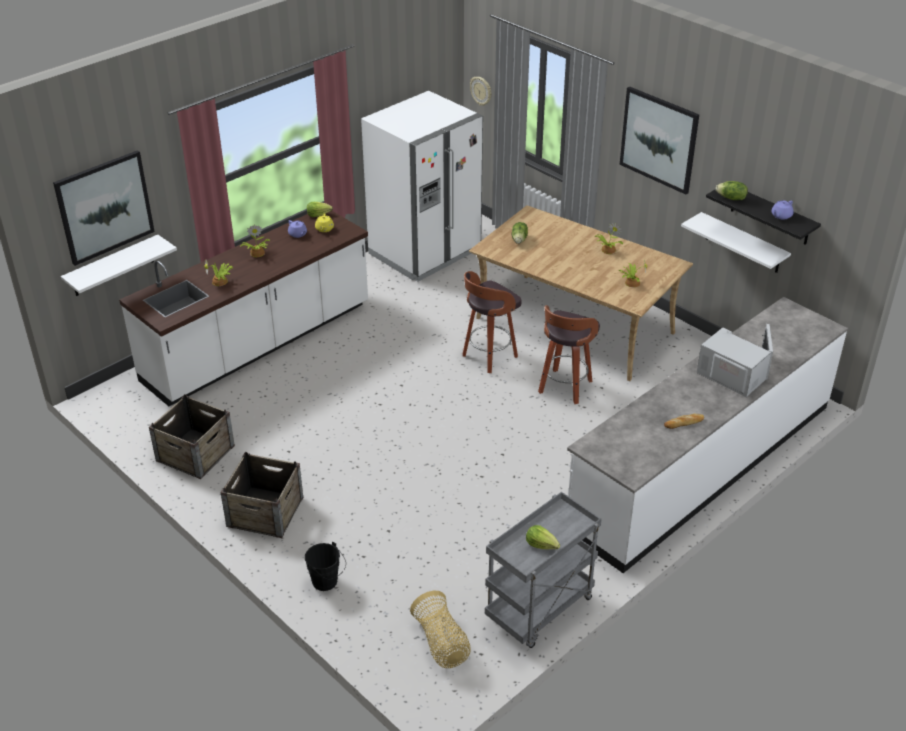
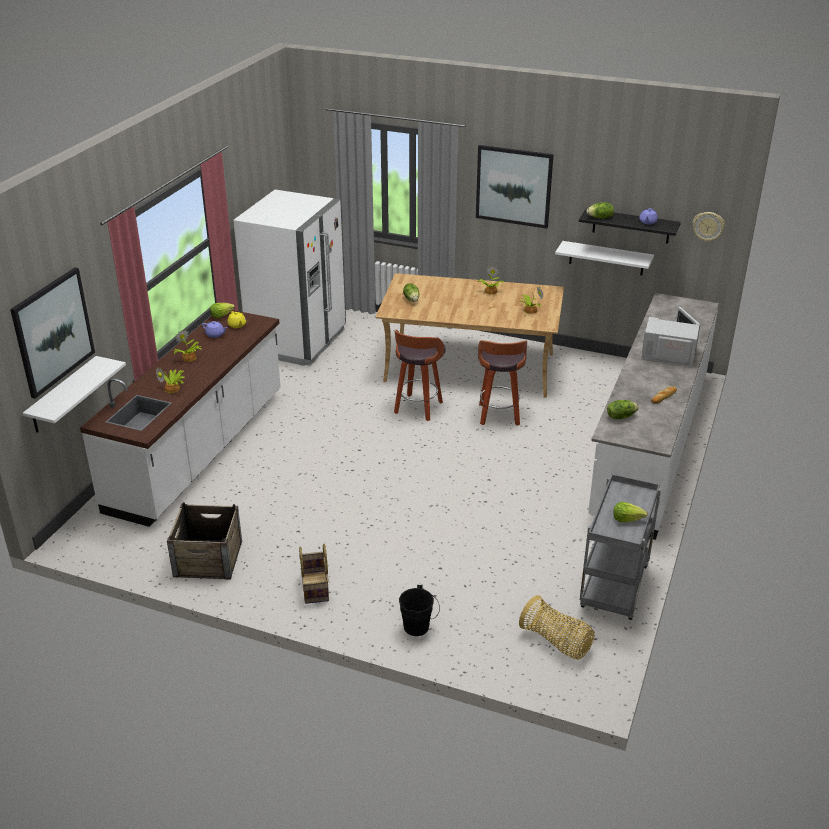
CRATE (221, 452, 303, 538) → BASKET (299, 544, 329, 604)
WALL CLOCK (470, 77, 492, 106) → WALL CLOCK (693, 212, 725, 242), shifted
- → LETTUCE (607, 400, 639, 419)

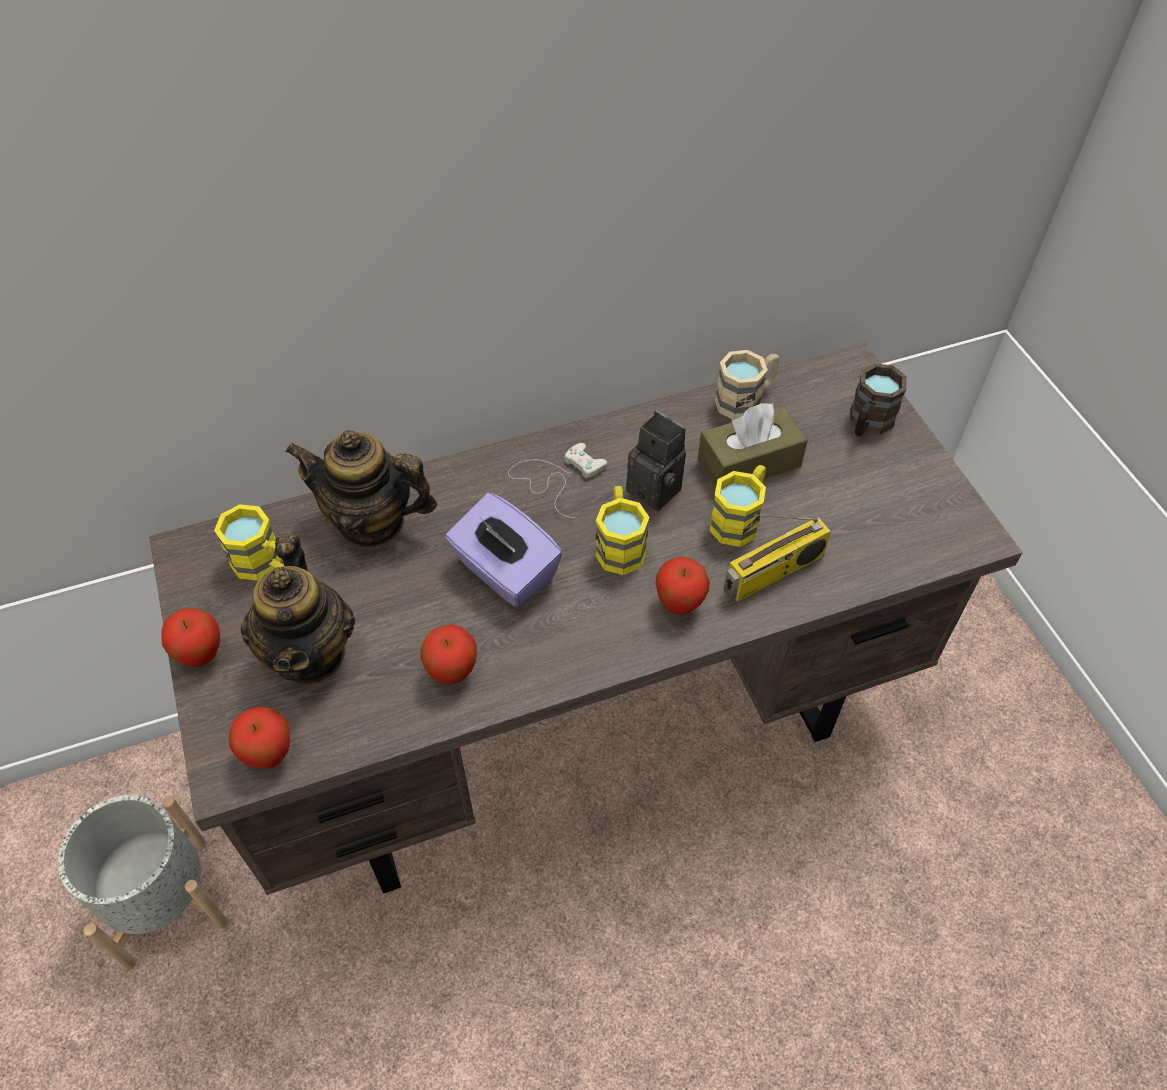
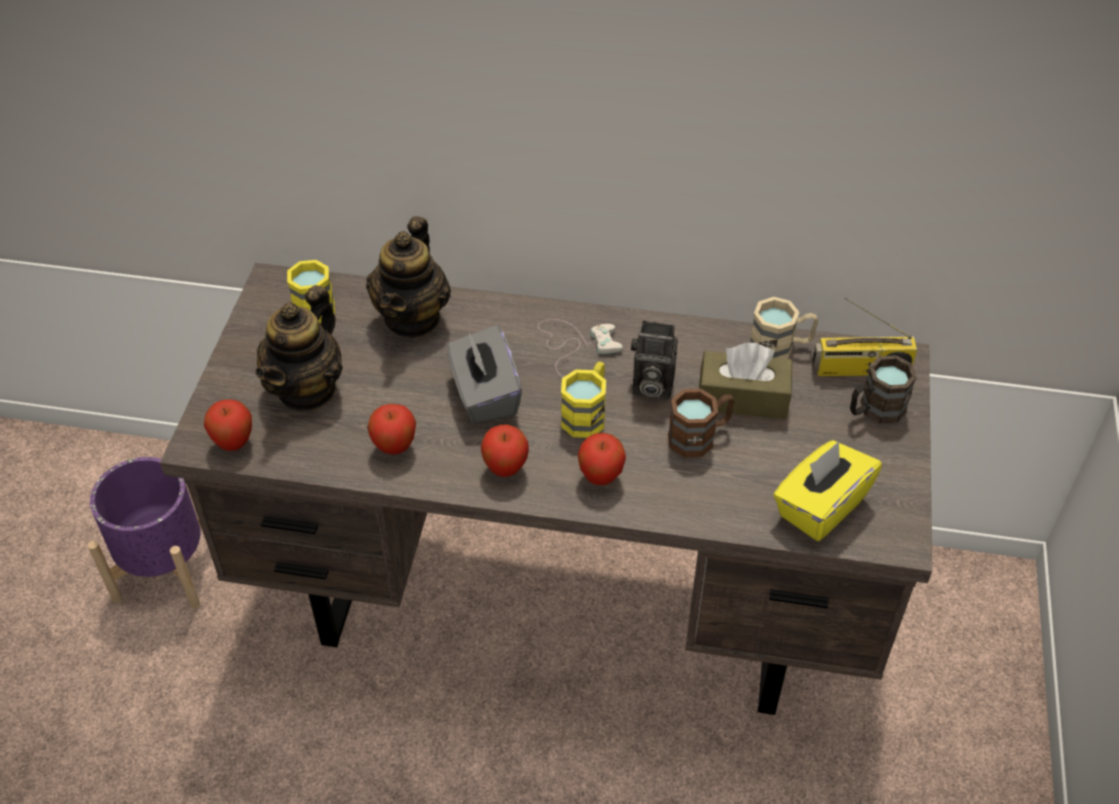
GREY PLANTER (58, 795, 228, 970) → PURPLE PLANTER (88, 457, 201, 609)
APPLE (161, 608, 220, 667) → APPLE (481, 424, 529, 477), shifted
TEAPOT (286, 430, 437, 548) → TEAPOT (366, 216, 451, 338), 120 degrees counterclockwise
PURPLE TISSUE BOX (446, 493, 563, 607) → GREY TISSUE BOX (447, 325, 522, 423)
PHOTO CAMERA (626, 410, 686, 511) → PHOTO CAMERA (631, 321, 678, 400), 120 degrees clockwise
YELLOW MUG (709, 465, 766, 547) → BROWN MUG (668, 389, 734, 458)
RADIO (724, 514, 831, 602) → RADIO (811, 298, 917, 376), shifted
- → YELLOW TISSUE BOX (773, 440, 882, 541)

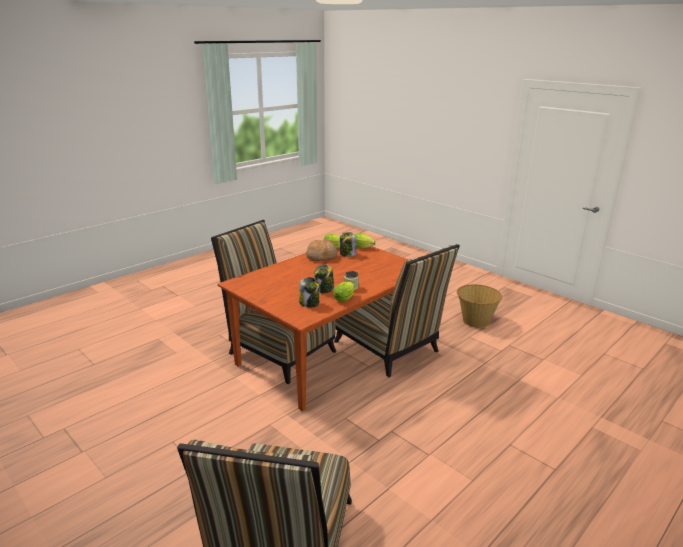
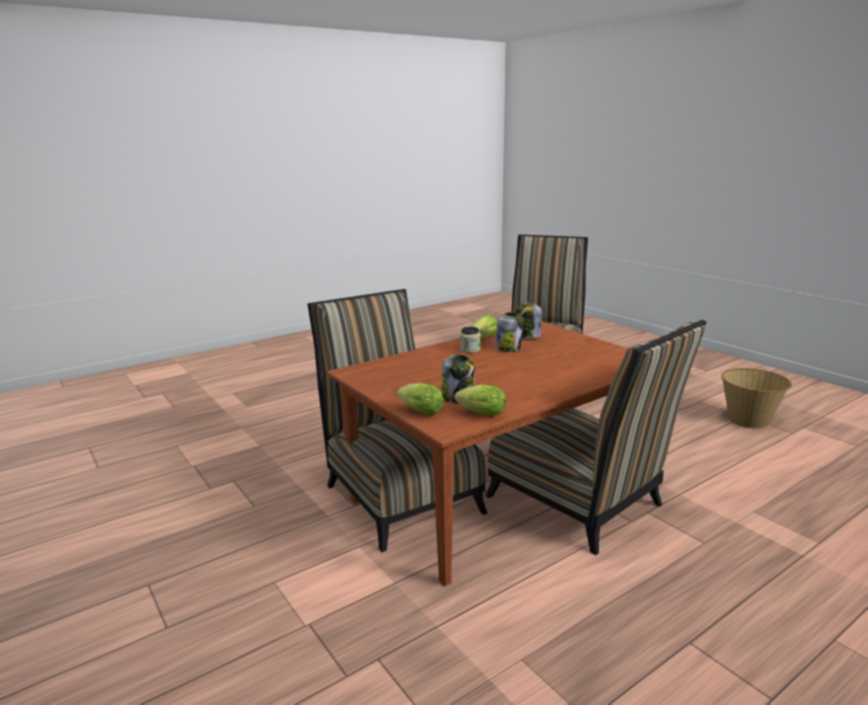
BREAD (306, 239, 337, 261) → -
BASKET (457, 284, 502, 328) → BASKET (721, 368, 792, 429), shifted

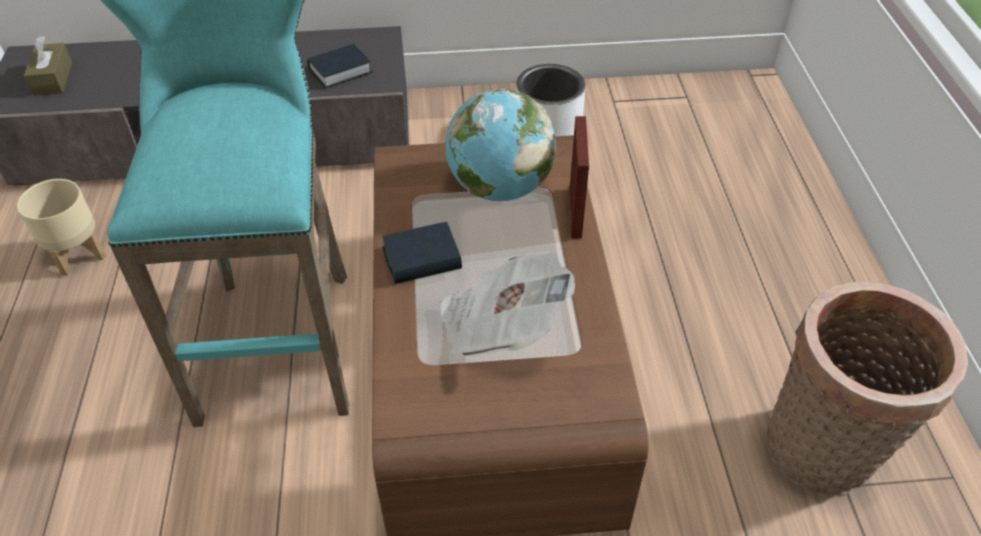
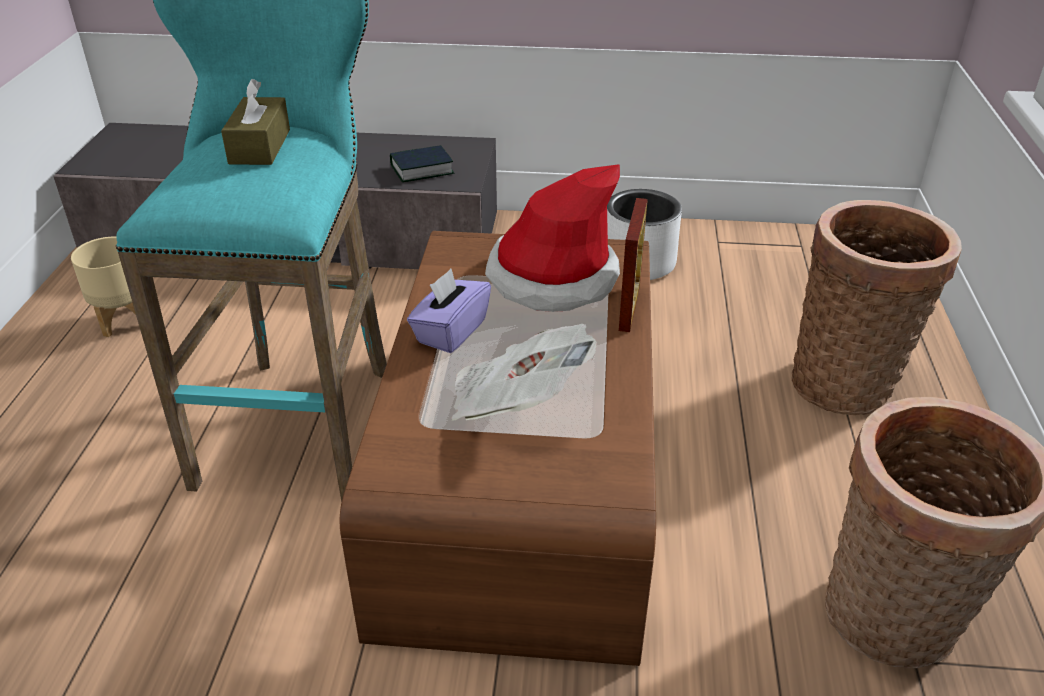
BROWN TISSUE BOX (24, 36, 72, 96) → BROWN TISSUE BOX (221, 79, 290, 165), shifted
BOOK (382, 222, 462, 284) → PURPLE TISSUE BOX (407, 269, 491, 353)
GLOBE (445, 89, 556, 201) → HAT (485, 164, 620, 312)
- → BASKET (792, 200, 962, 415)

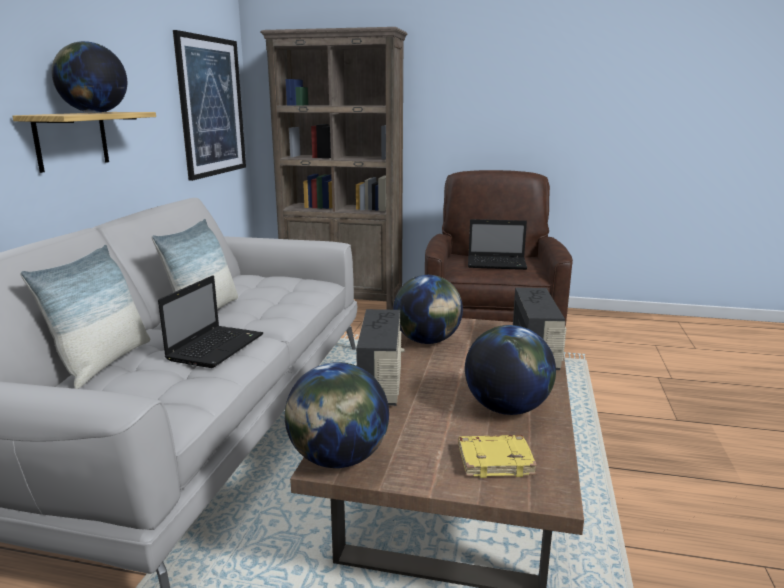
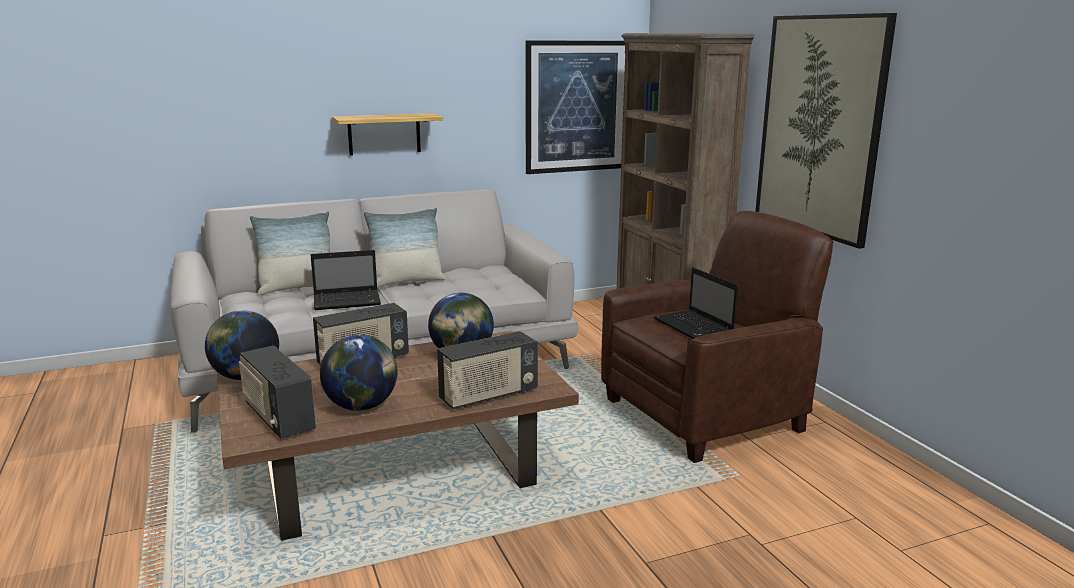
GLOBE (52, 41, 127, 113) → -
YELLOW BOOK (458, 435, 537, 478) → RADIO (239, 345, 316, 439)
- → PICTURE (755, 13, 897, 249)

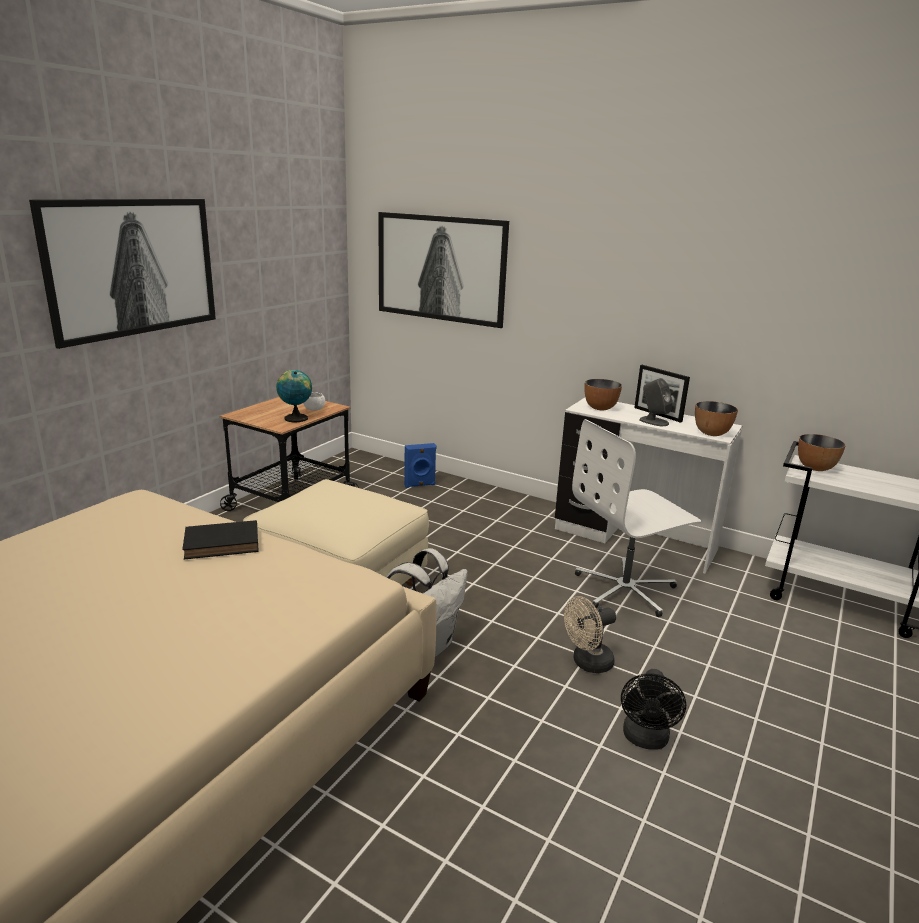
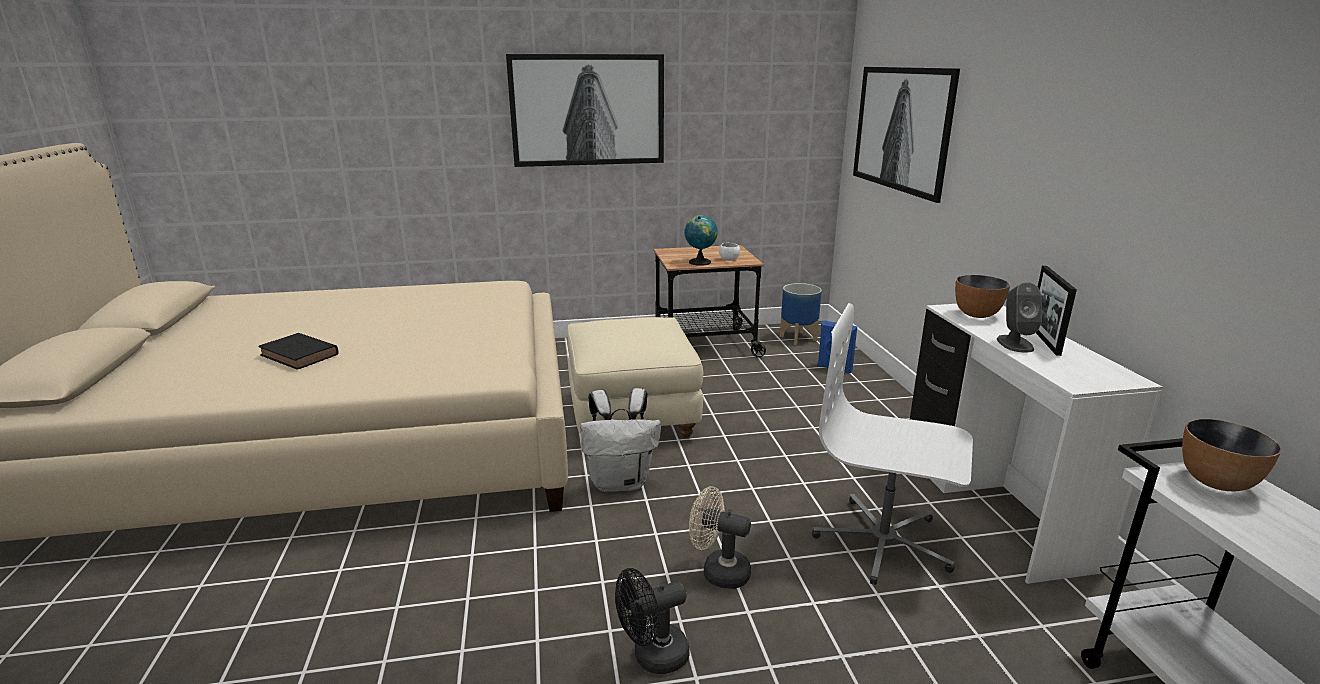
BLACK BOOK (183, 520, 259, 560) → BLACK BOOK (258, 333, 339, 370), shifted
BOWL (695, 401, 738, 436) → -
- → PLANTER (780, 283, 822, 345)

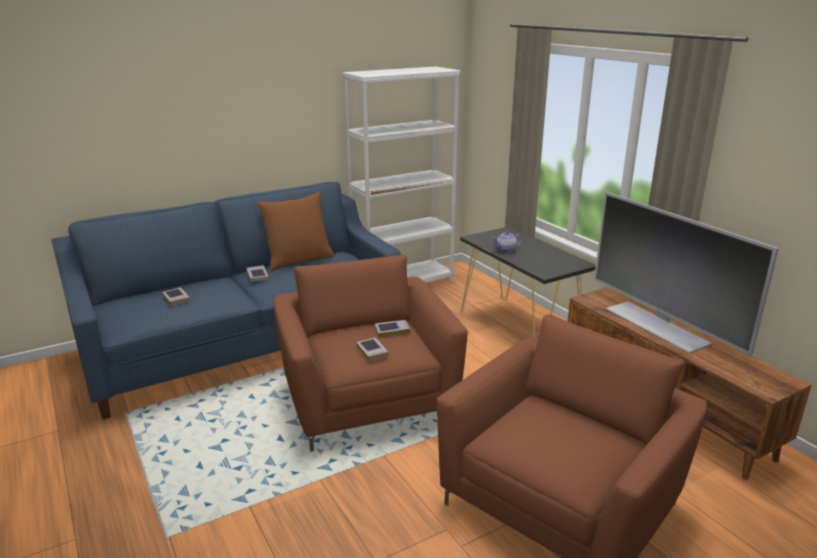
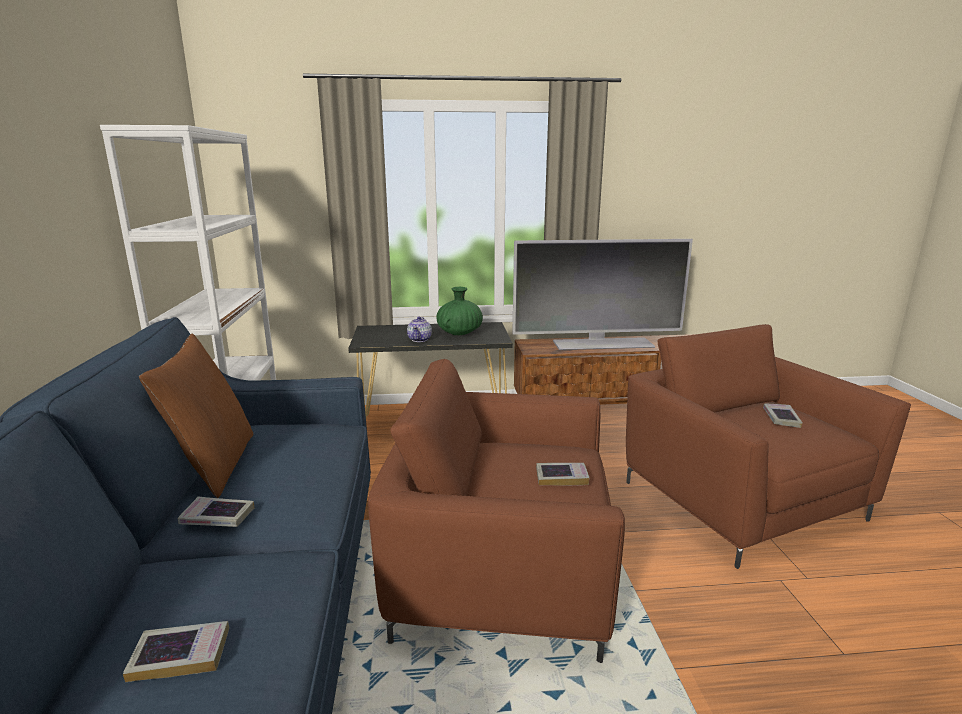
BOOK (375, 320, 410, 337) → BOOK (763, 403, 802, 428), shifted
- → GREEN VASE (436, 287, 483, 335)

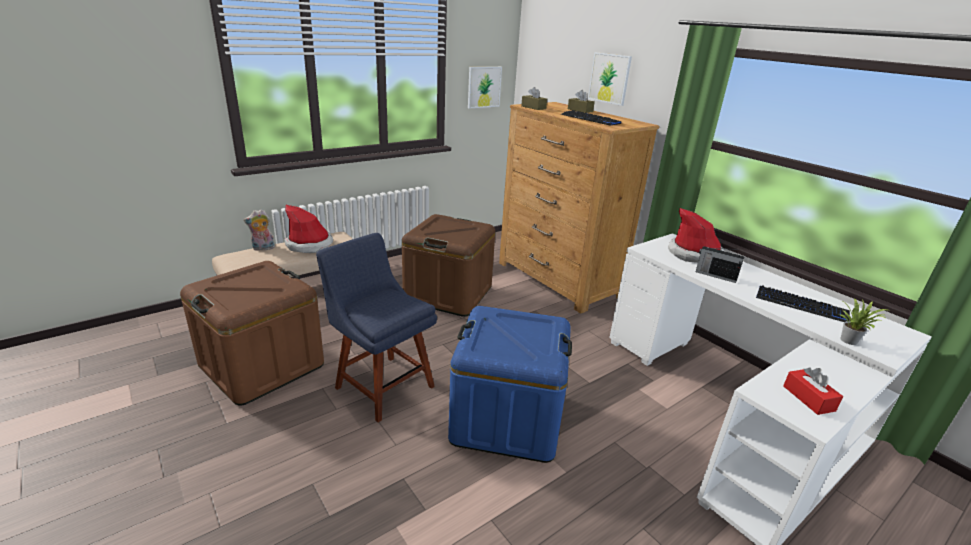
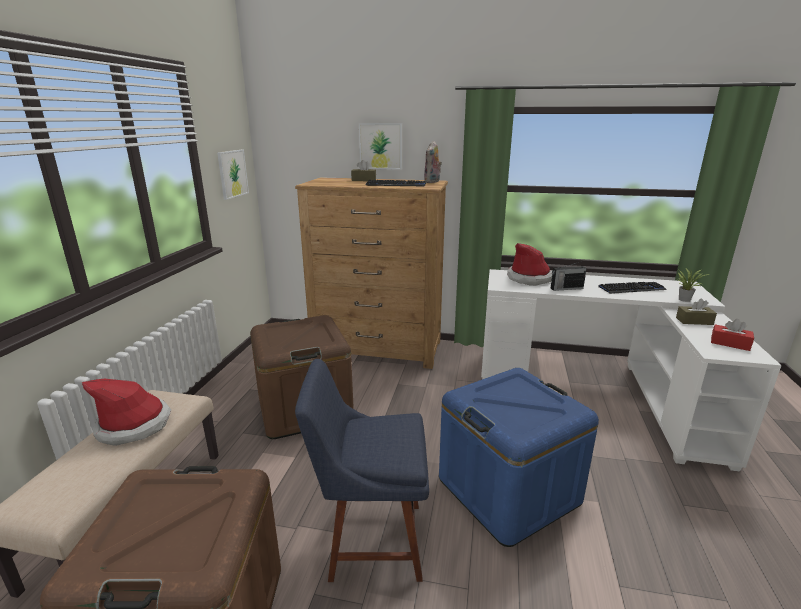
PLUSH TOY (244, 209, 275, 251) → PLUSH TOY (424, 141, 442, 183), shifted
BROWN TISSUE BOX (521, 87, 547, 110) → BROWN TISSUE BOX (676, 299, 717, 325), shifted

